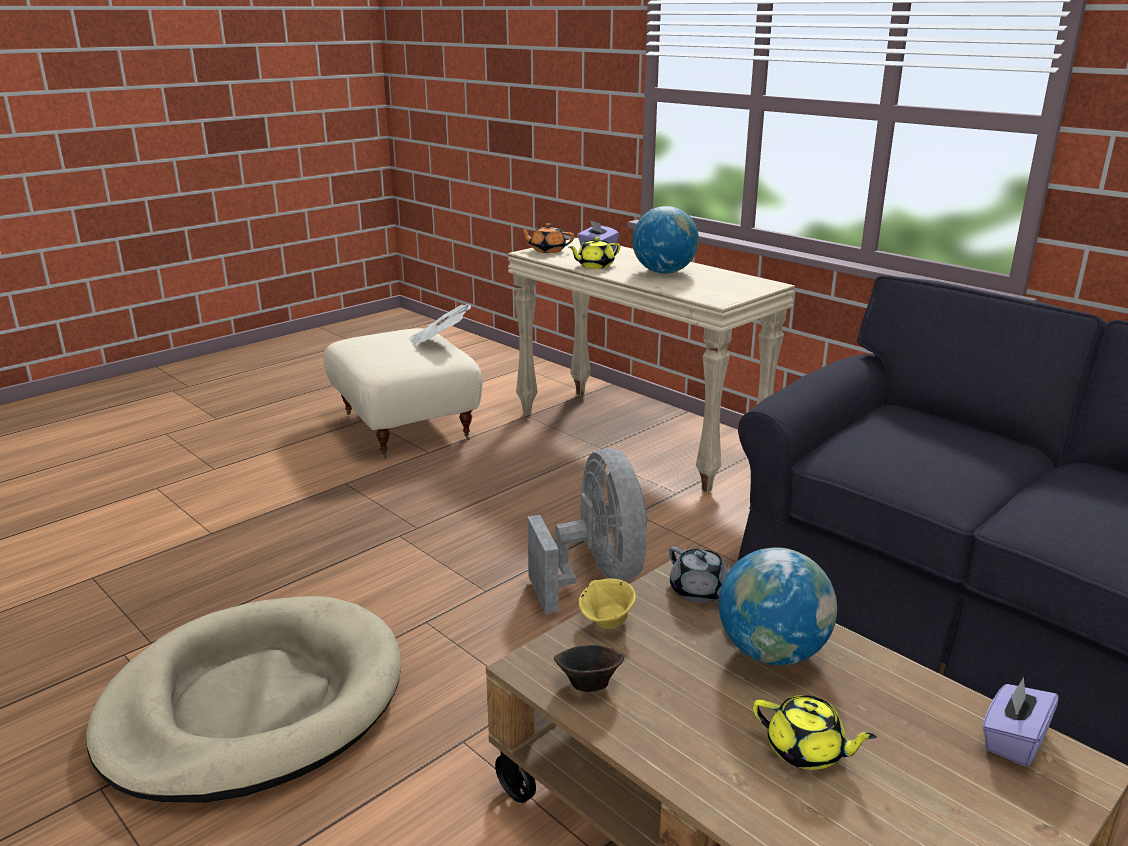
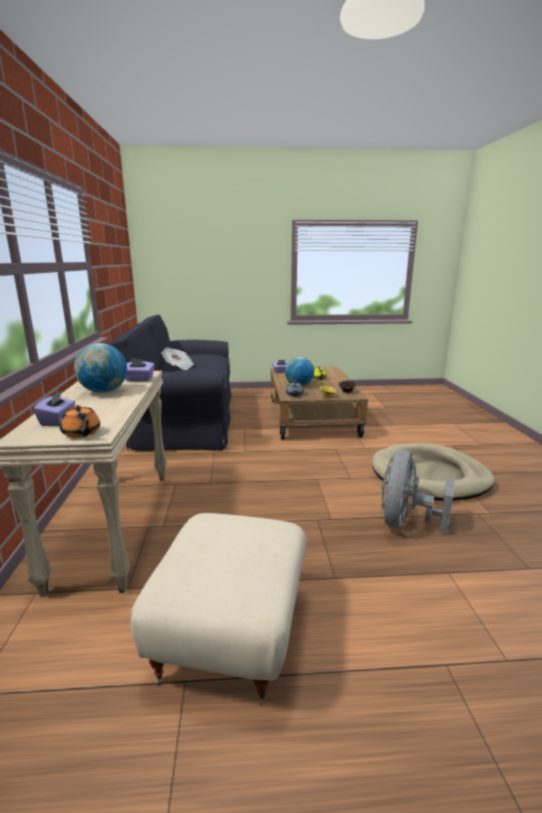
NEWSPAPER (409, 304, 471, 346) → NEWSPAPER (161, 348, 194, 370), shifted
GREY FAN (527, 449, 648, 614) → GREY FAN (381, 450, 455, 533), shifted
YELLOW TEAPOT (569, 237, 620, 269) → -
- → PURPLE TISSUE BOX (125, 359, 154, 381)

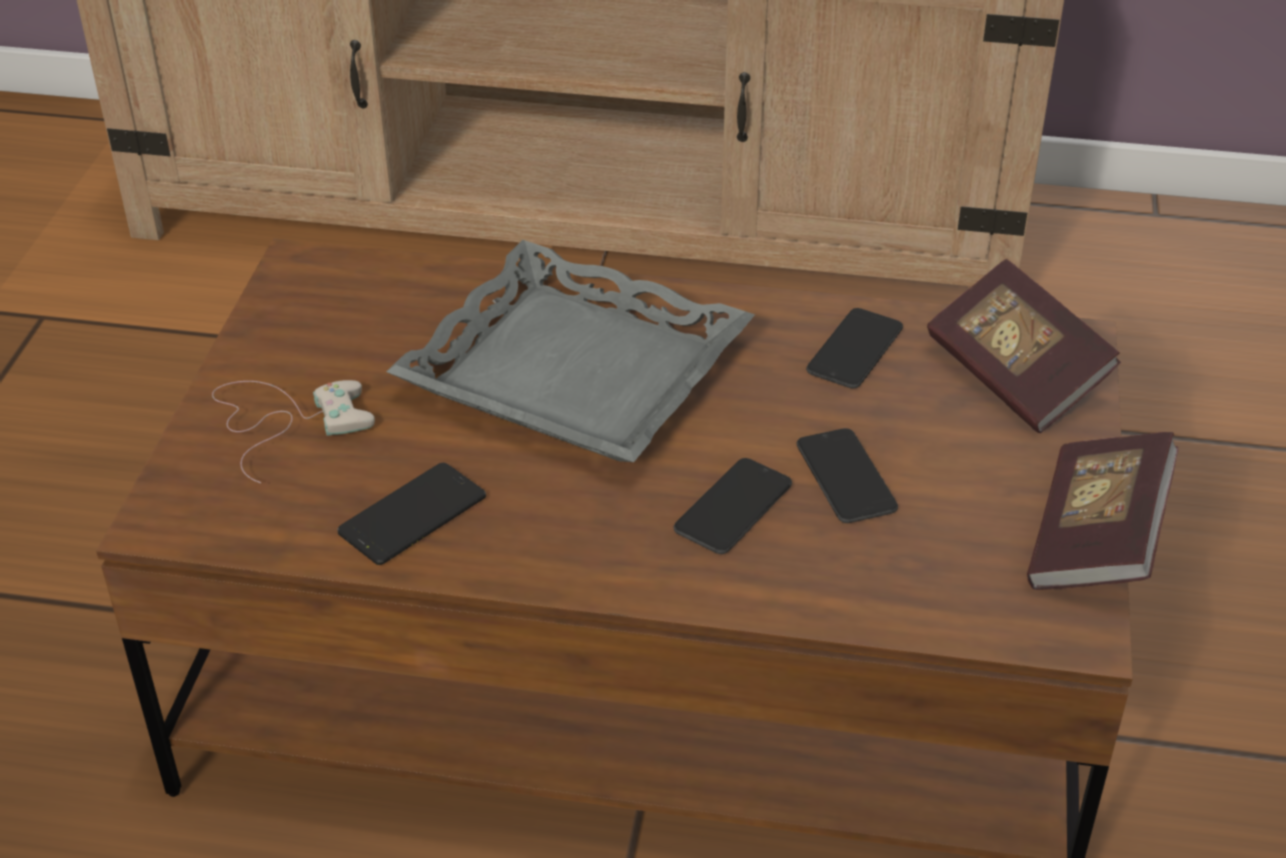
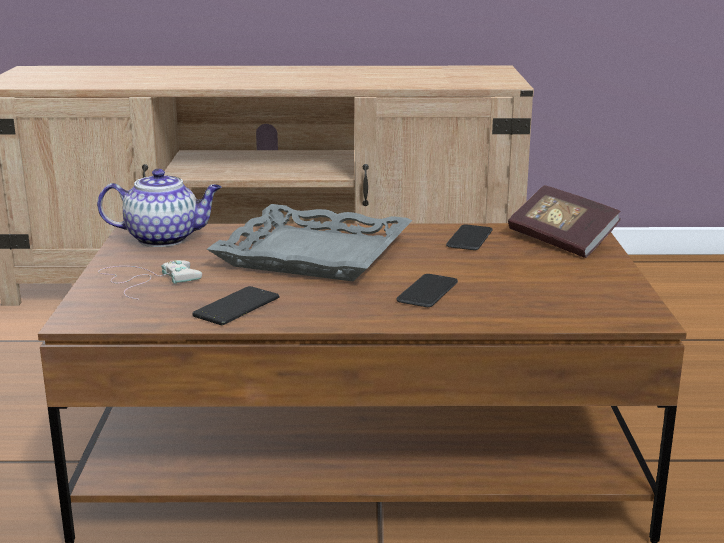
PHONE (797, 428, 898, 523) → -
BOOK (1027, 432, 1178, 590) → -
- → TEAPOT (97, 169, 222, 247)

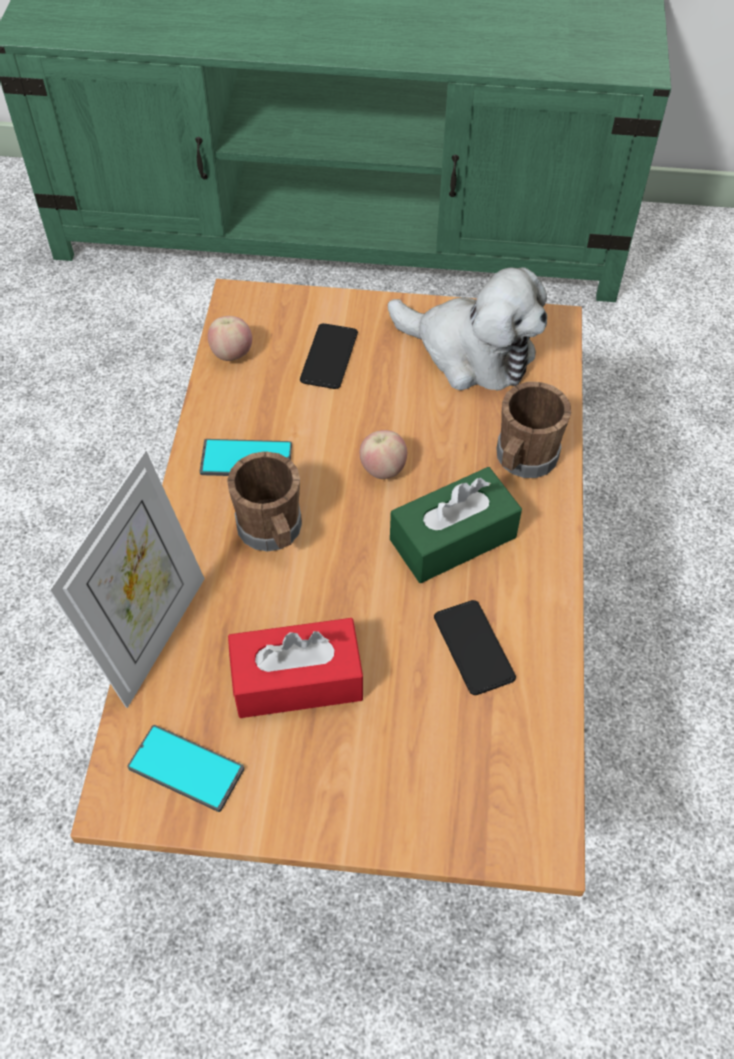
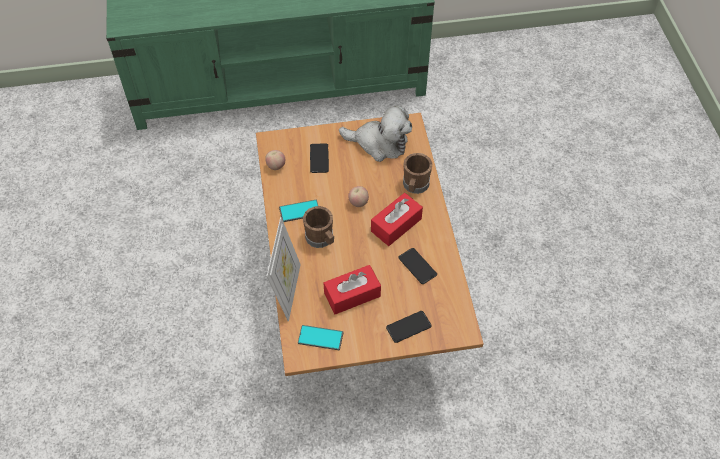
GREEN TISSUE BOX (390, 467, 522, 583) → RED TISSUE BOX (371, 193, 423, 246)
- → PHONE (386, 311, 432, 343)

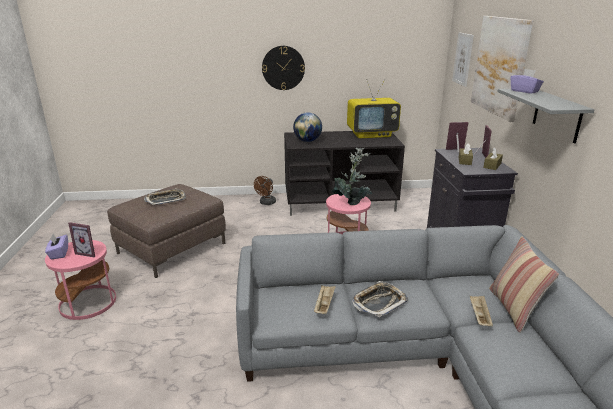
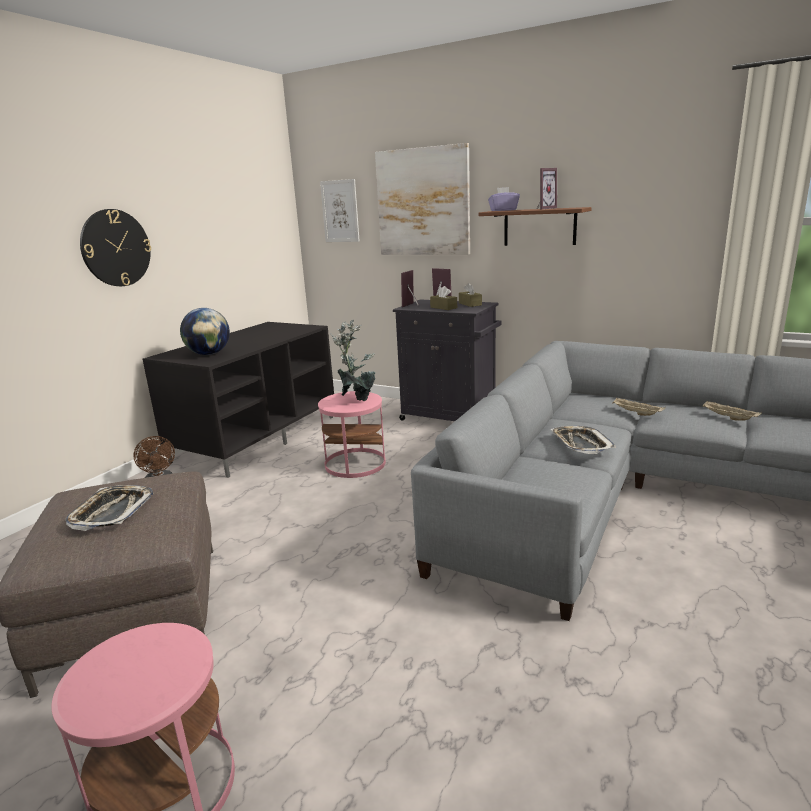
PURPLE TISSUE BOX (45, 234, 68, 259) → -
PICTURE FRAME (68, 222, 95, 258) → PICTURE FRAME (537, 168, 557, 210), shifted
BEIGE TRAY (314, 285, 336, 314) → BEIGE TRAY (702, 401, 762, 421), shifted
TELEVISION (347, 79, 401, 138) → -
PILLOW (489, 237, 559, 333) → -
GREY SHELF (497, 89, 595, 143) → BROWN SHELF (479, 207, 592, 246)

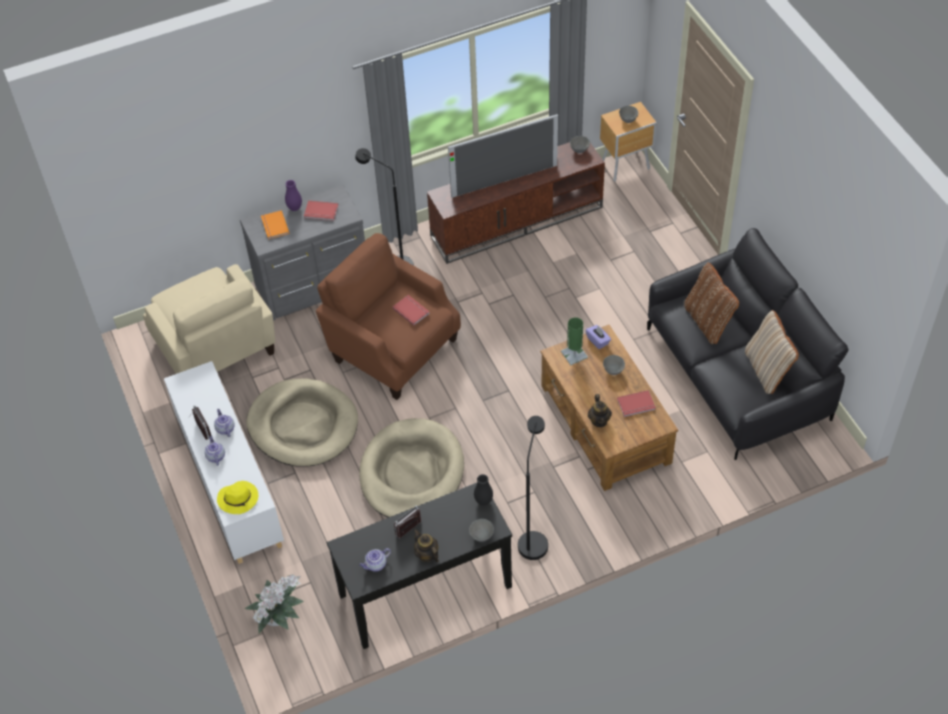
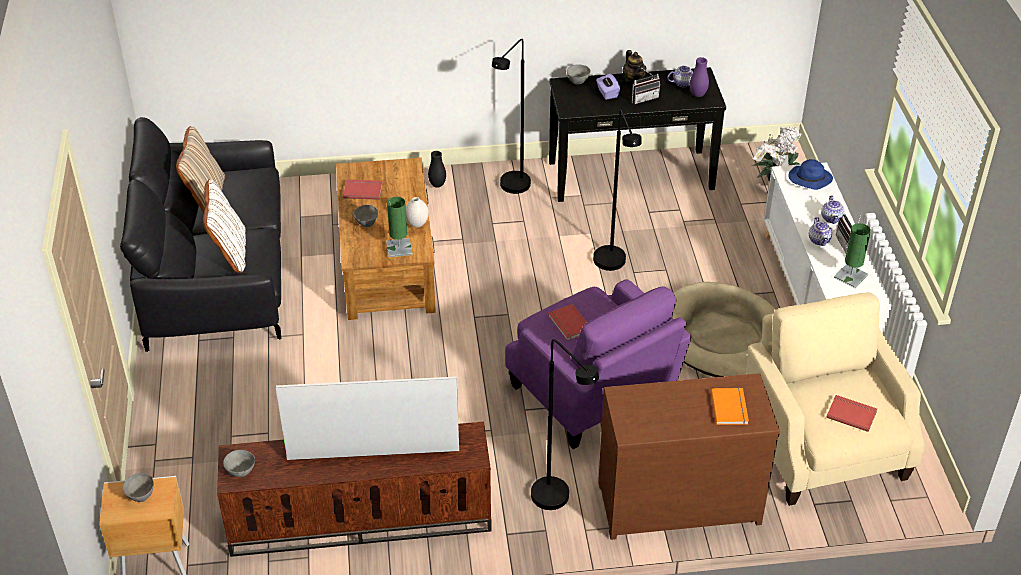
YELLOW HAT (217, 481, 258, 514) → BLUE HAT (788, 159, 833, 190)
GREY DRESSER (240, 185, 365, 321) → BROWN DRESSER (598, 373, 780, 540)
PURPLE VASE (285, 180, 302, 211) → PURPLE VASE (690, 57, 709, 97), shifted
RED BOOK (304, 200, 338, 221) → RED BOOK (826, 395, 877, 432), shifted
BROWN ARMCHAIR (316, 233, 461, 400) → PURPLE ARMCHAIR (505, 279, 691, 449)
BEIGE DOG BED (359, 418, 464, 518) → BLACK FLOOR LAMP (593, 109, 641, 271)
BLACK VASE (474, 474, 493, 506) → BLACK VASE (428, 151, 446, 188), shifted
PURPLE TISSUE BOX (586, 325, 611, 349) → PURPLE TISSUE BOX (596, 74, 620, 100), shifted
TEAPOT (588, 394, 612, 427) → -
BROWN PILLOW (684, 262, 739, 344) → WHITE PILLOW (203, 180, 246, 273)
- → WHITE VASE (406, 197, 429, 228)
- → GREEN TABLE LAMP (834, 223, 871, 288)

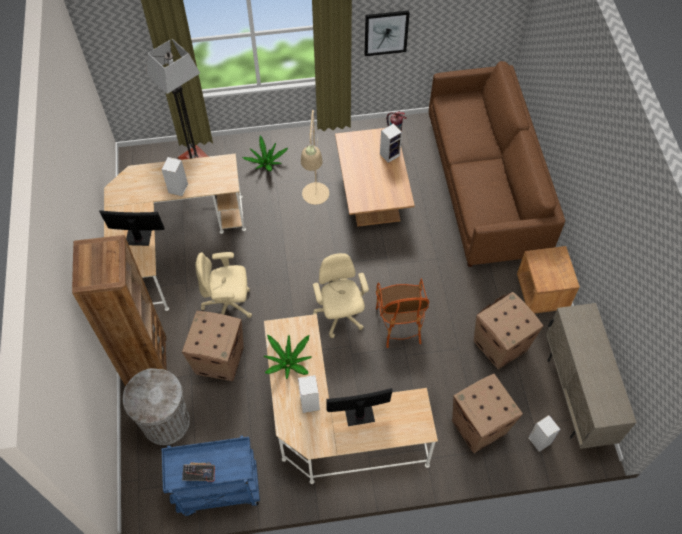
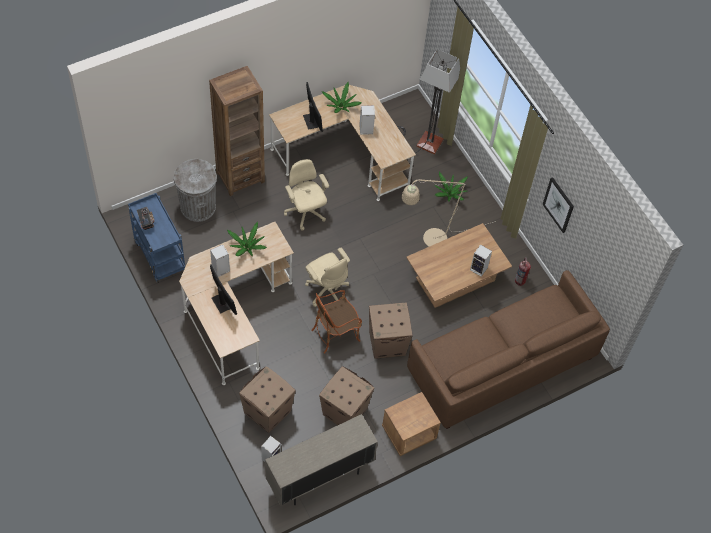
CARDBOARD BOX (182, 311, 244, 381) → CARDBOARD BOX (369, 302, 413, 359), shifted
BEIGE OFFICE CHAIR (313, 253, 369, 338) → BEIGE OFFICE CHAIR (305, 248, 350, 307), 90 degrees clockwise
- → POTTED PLANT (322, 82, 362, 113)

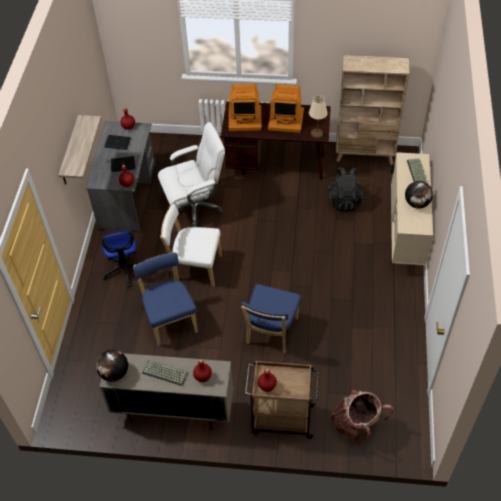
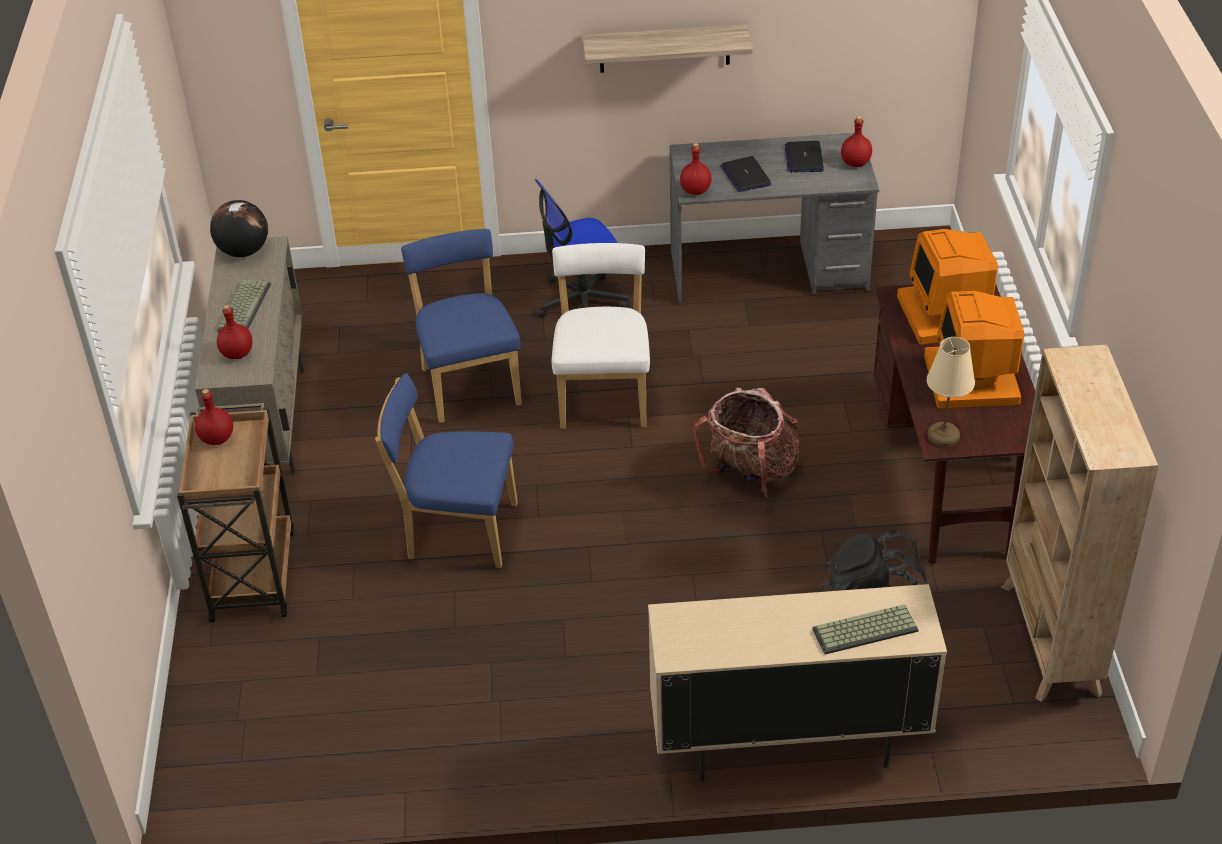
BLUE CHAIR (133, 252, 198, 346) → BLUE CHAIR (401, 229, 522, 423), 75 degrees counterclockwise
WHITE OFFICE CHAIR (158, 122, 225, 227) → -
BACKPACK (331, 390, 394, 445) → BACKPACK (693, 388, 800, 498), shifted
GLOBE (405, 181, 433, 208) → -

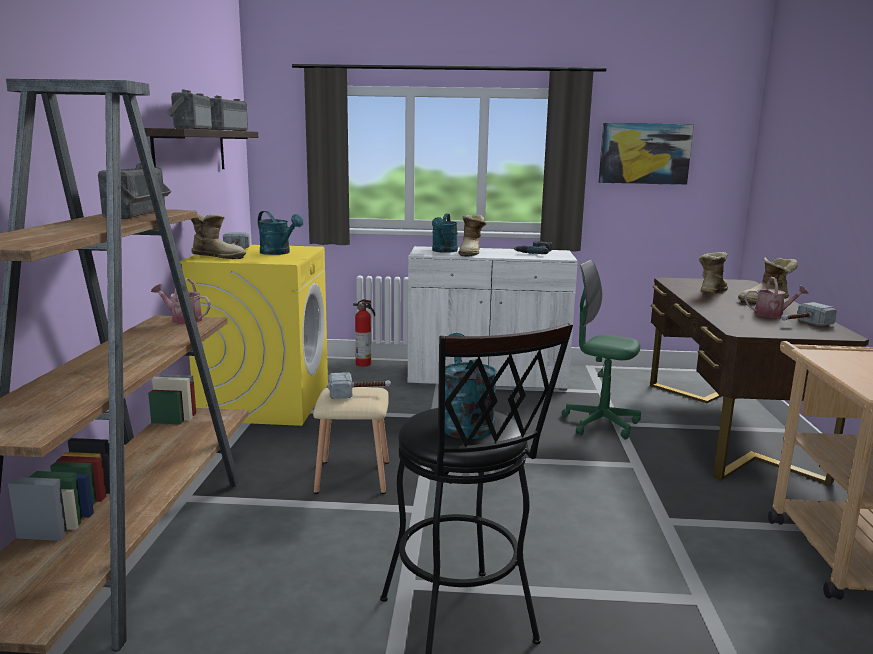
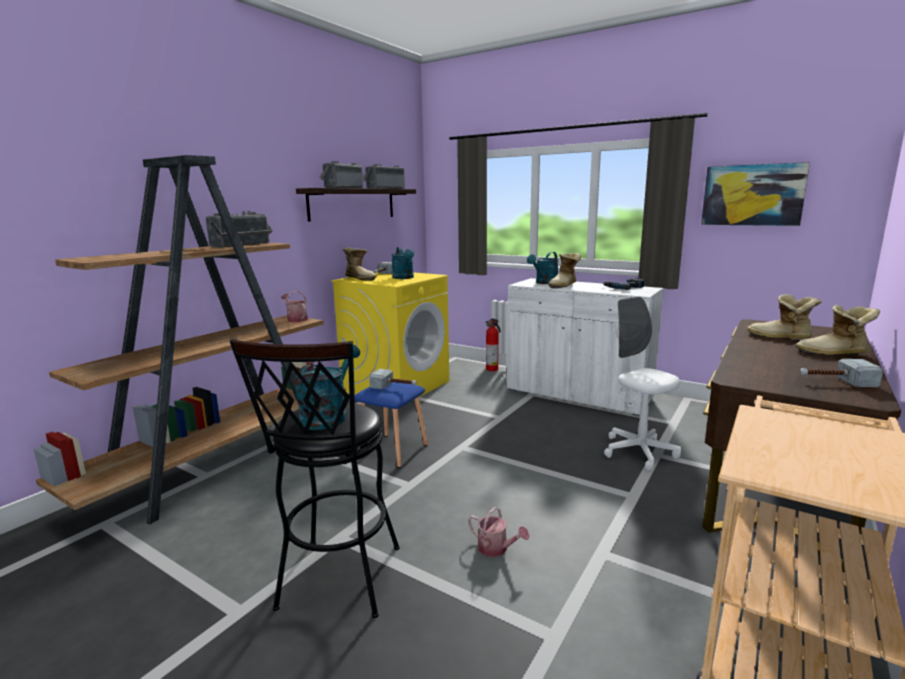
BEIGE STOOL (313, 387, 389, 494) → BLUE STOOL (355, 382, 428, 468)
GREEN OFFICE CHAIR (562, 260, 641, 440) → WHITE OFFICE CHAIR (604, 296, 681, 471)
BOOT (699, 252, 728, 293) → BOOT (747, 294, 822, 339), 120 degrees counterclockwise
WATERING CAN (744, 277, 809, 318) → WATERING CAN (468, 507, 529, 557), shifted

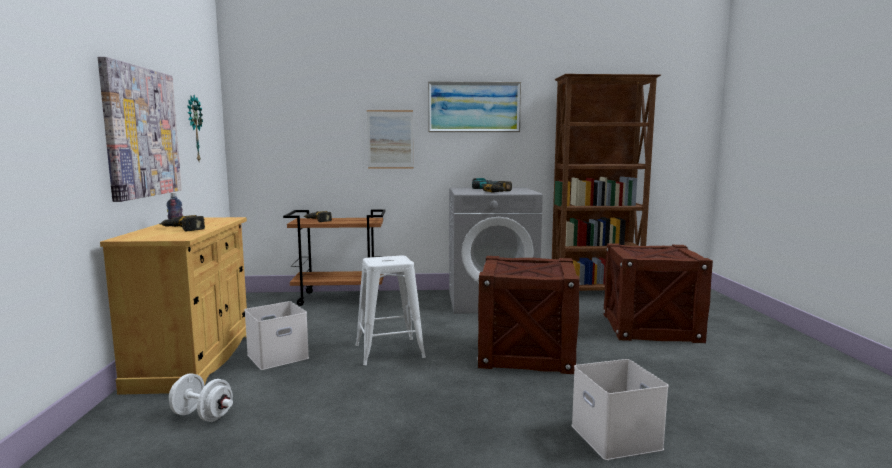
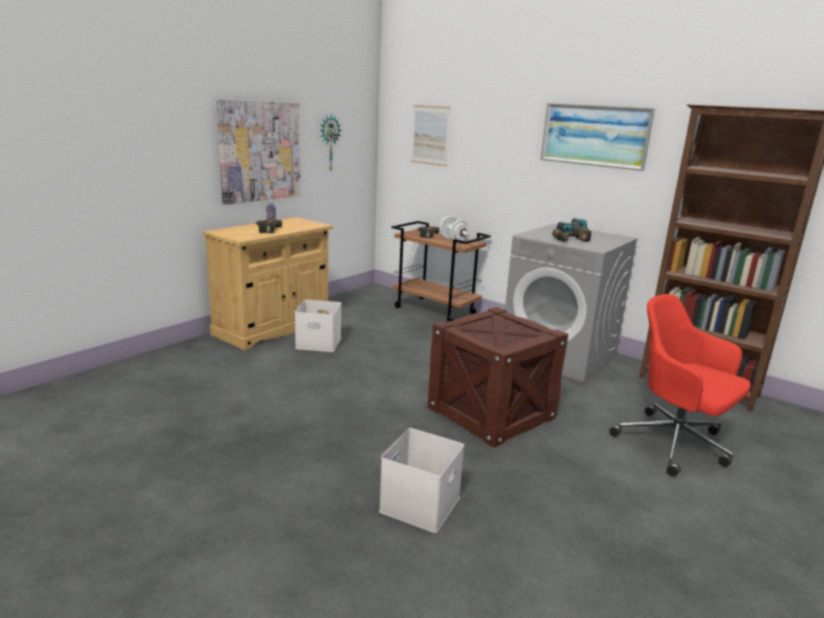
WHITE DUMBBELL (169, 373, 233, 422) → WHITE DUMBBELL (439, 216, 470, 243), shifted
WHITE STOOL (355, 255, 426, 365) → -
PICTURE (367, 110, 414, 169) → PICTURE (411, 105, 451, 166), shifted
CRATE (603, 243, 713, 343) → RED OFFICE CHAIR (609, 294, 751, 477)

